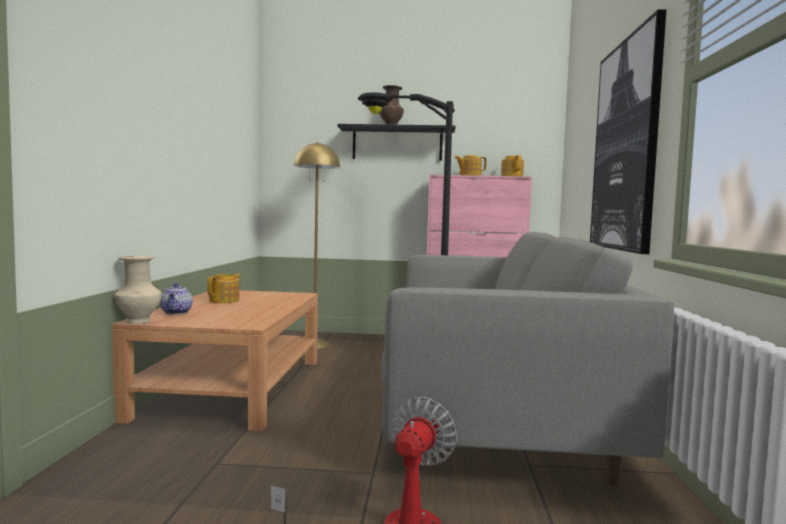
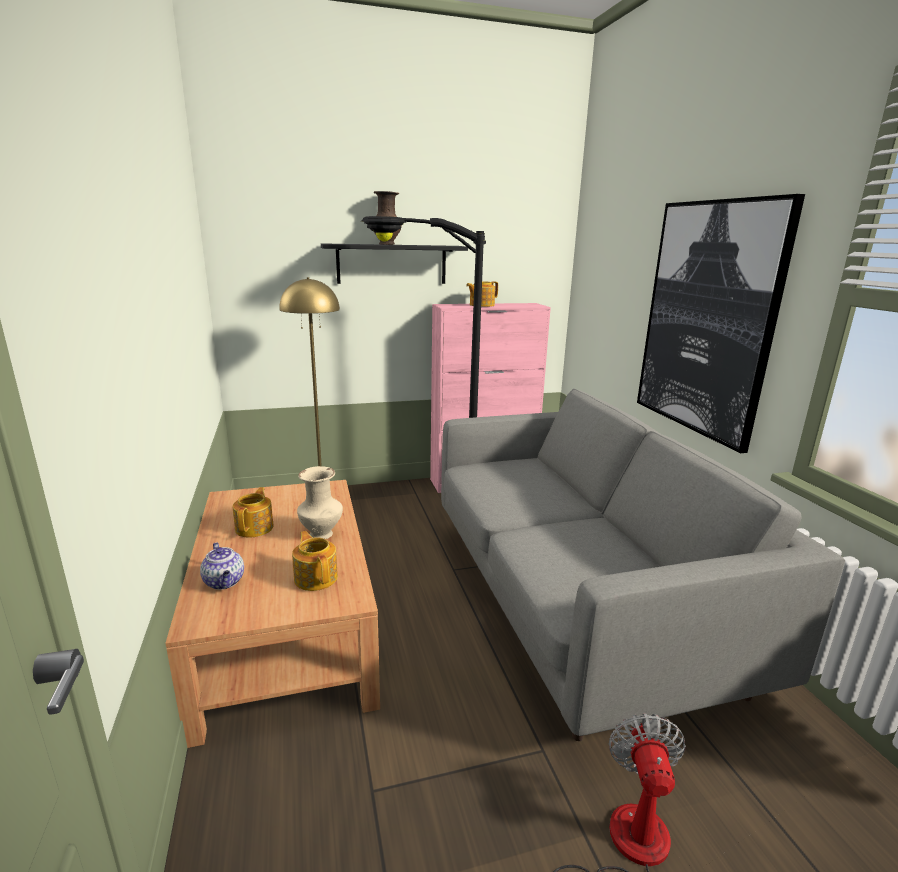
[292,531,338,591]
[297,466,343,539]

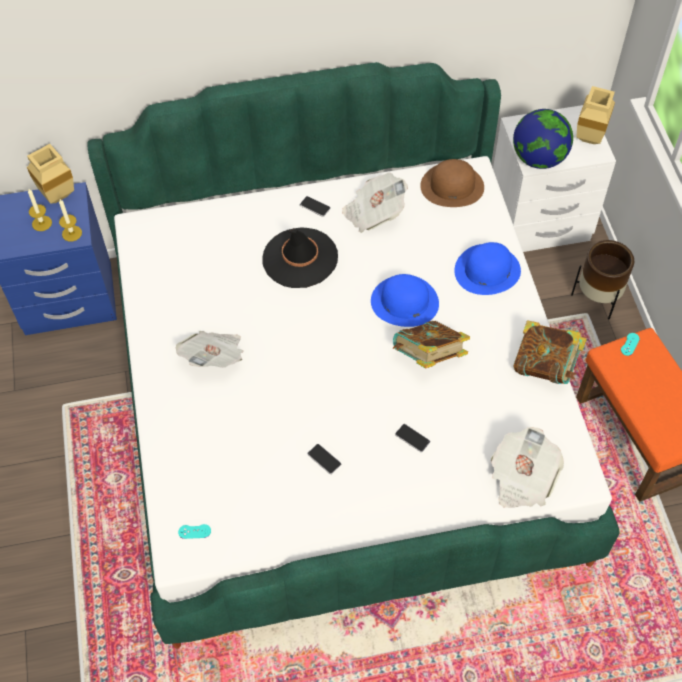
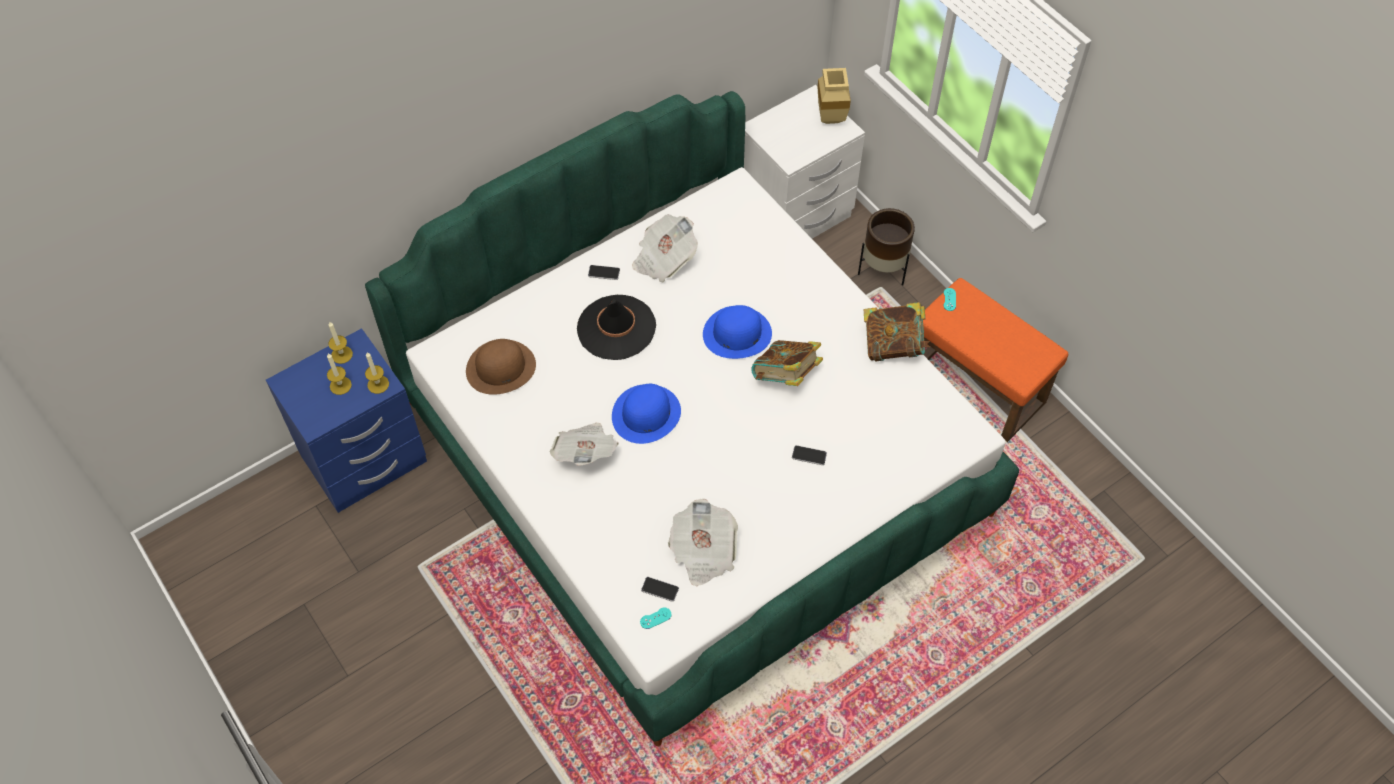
[513,109,573,169] (first image)
[328,321,353,364]
[466,339,536,395]
[612,384,681,444]
[668,499,738,586]
[641,577,679,602]

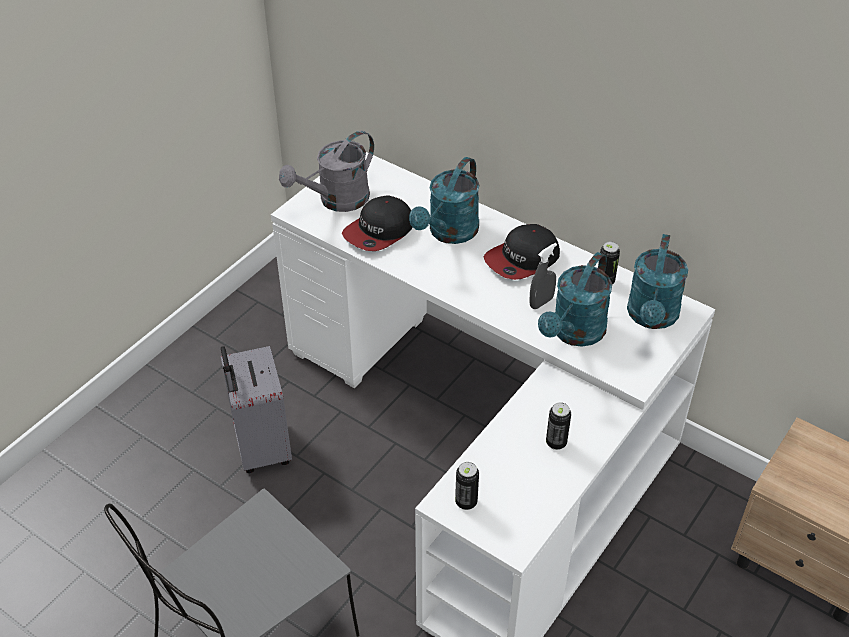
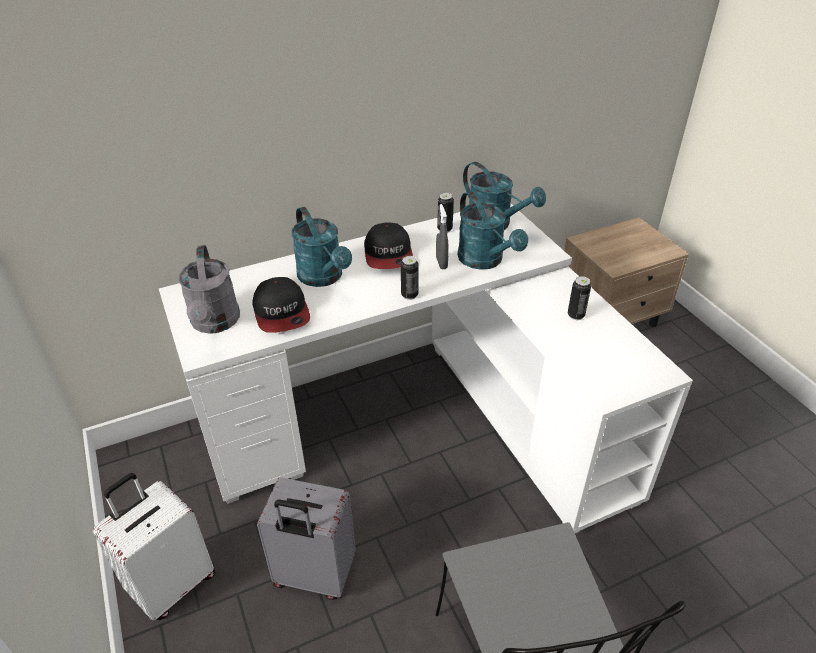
[401,256,419,300]
[93,473,215,620]

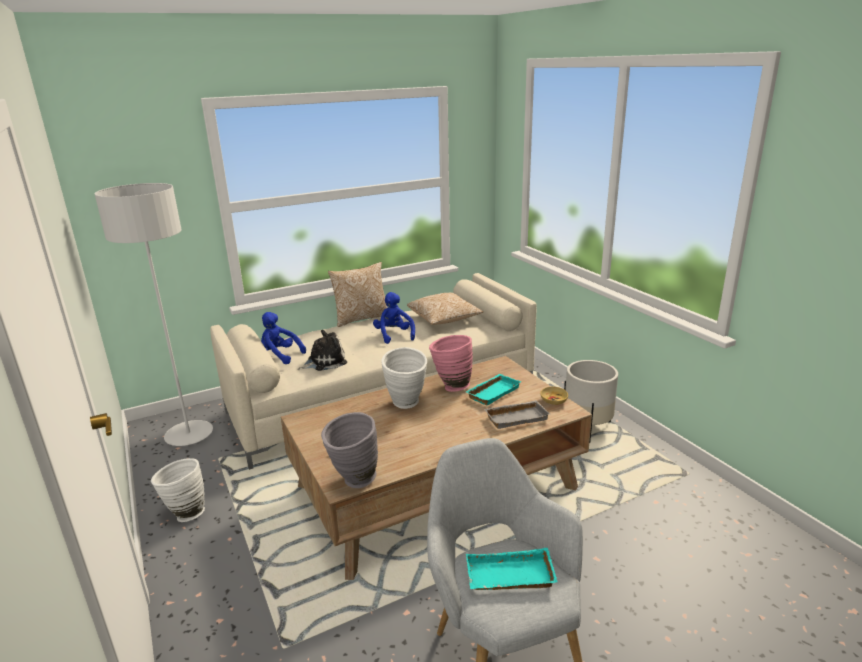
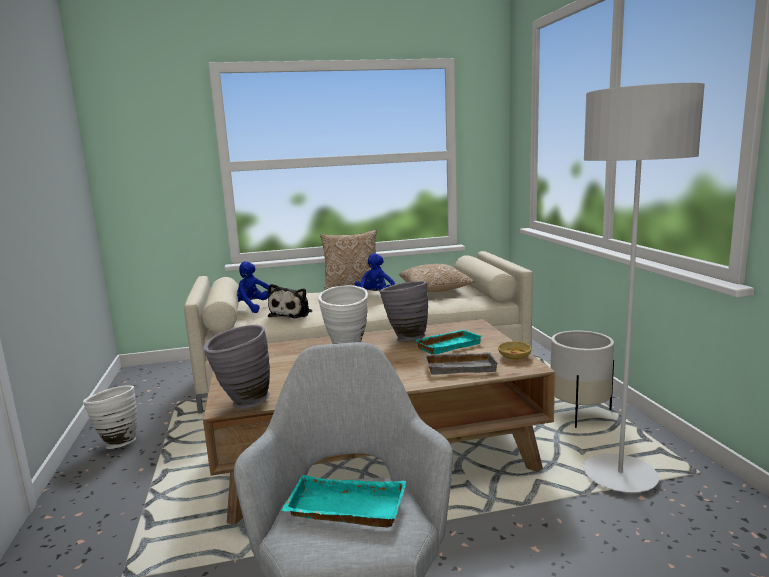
[583,83,705,492]
[268,284,312,318]
[379,281,428,341]

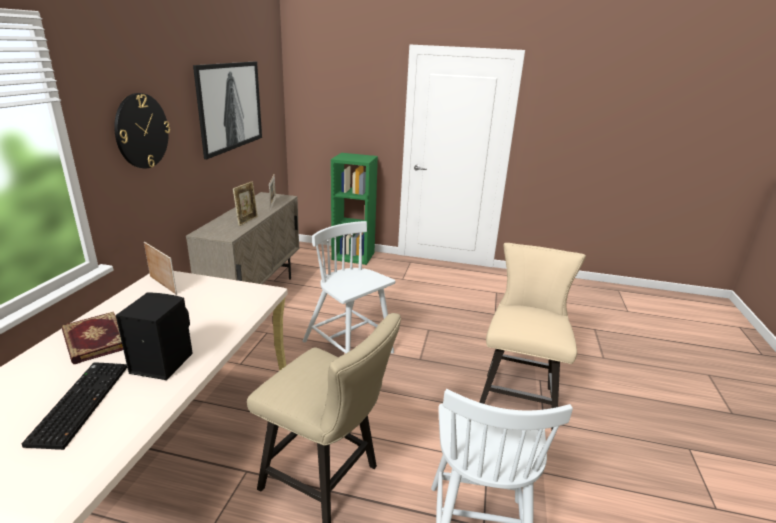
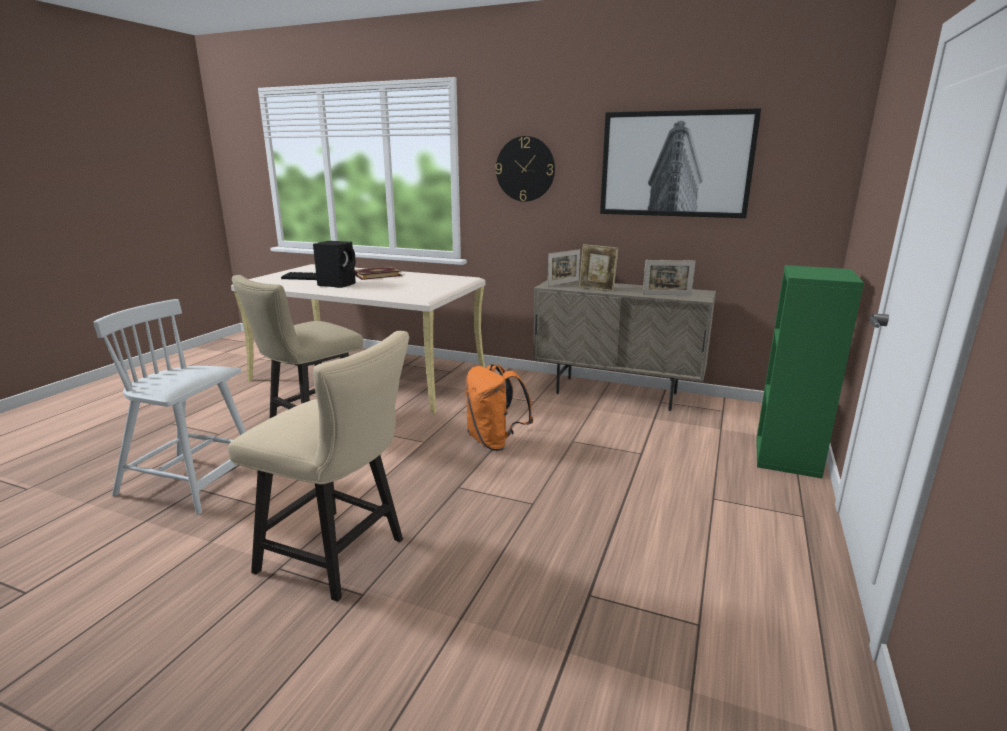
[465,364,533,451]
[548,249,580,286]

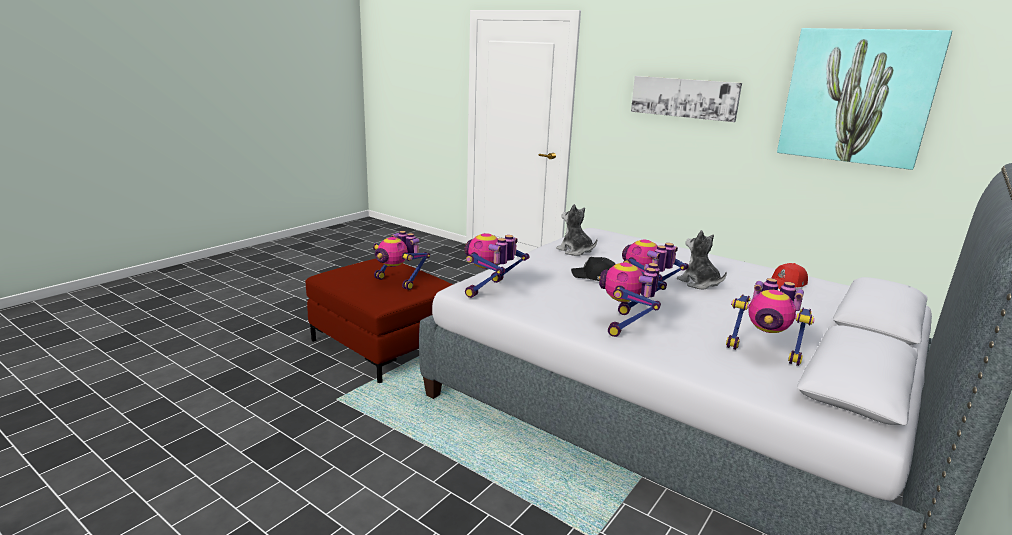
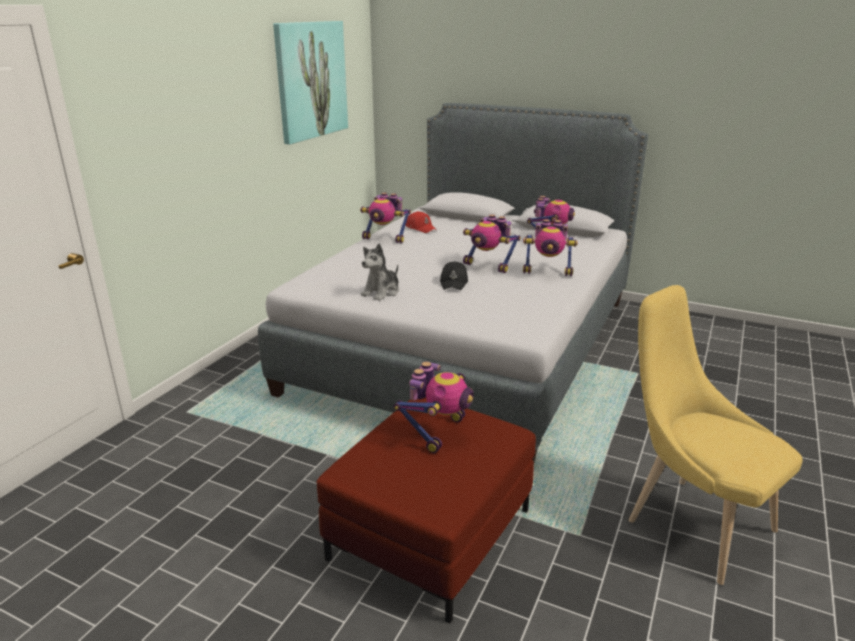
[631,76,742,122] (first image)
[677,230,727,290] (first image)
[360,193,411,243]
[629,285,803,585]

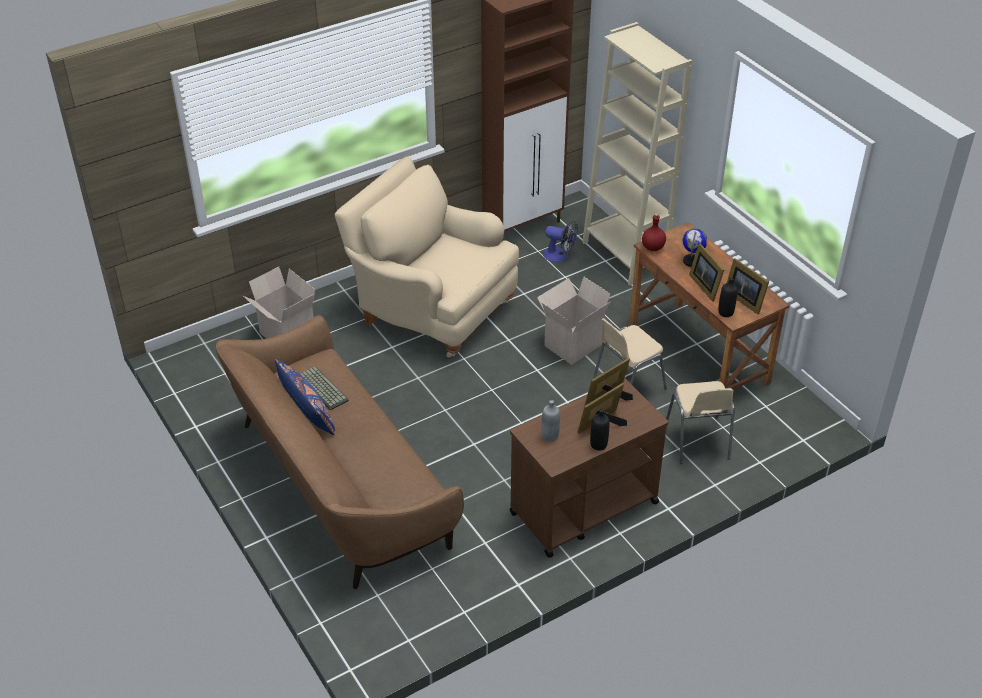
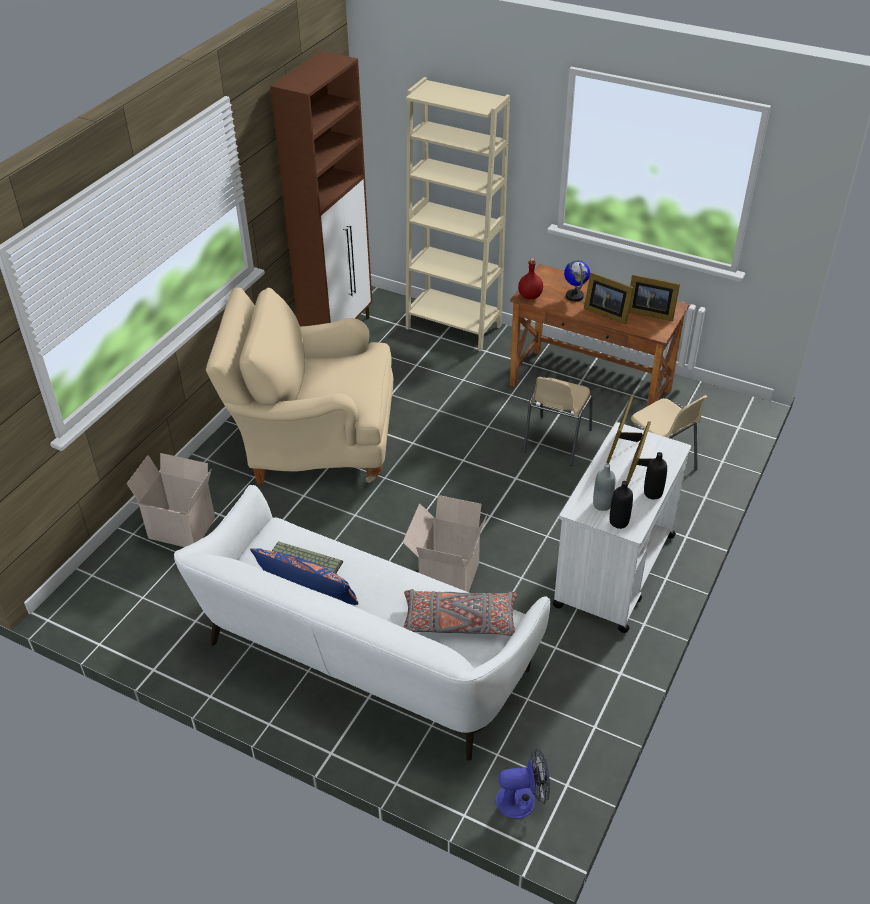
[496,749,550,819]
[403,495,488,592]
[610,481,633,529]
[174,485,550,761]
[553,422,691,633]
[403,589,517,636]

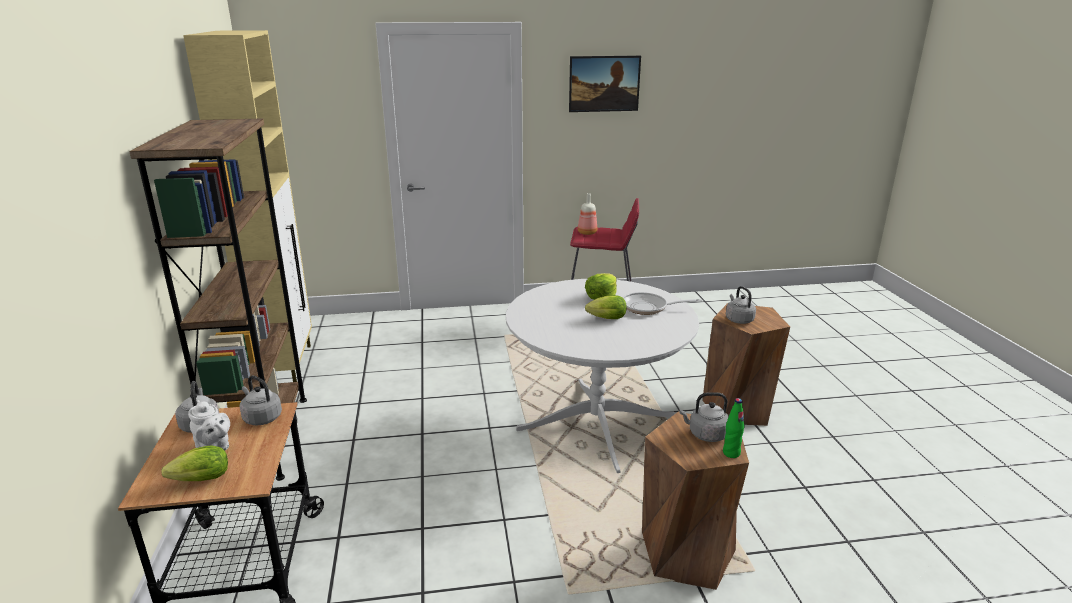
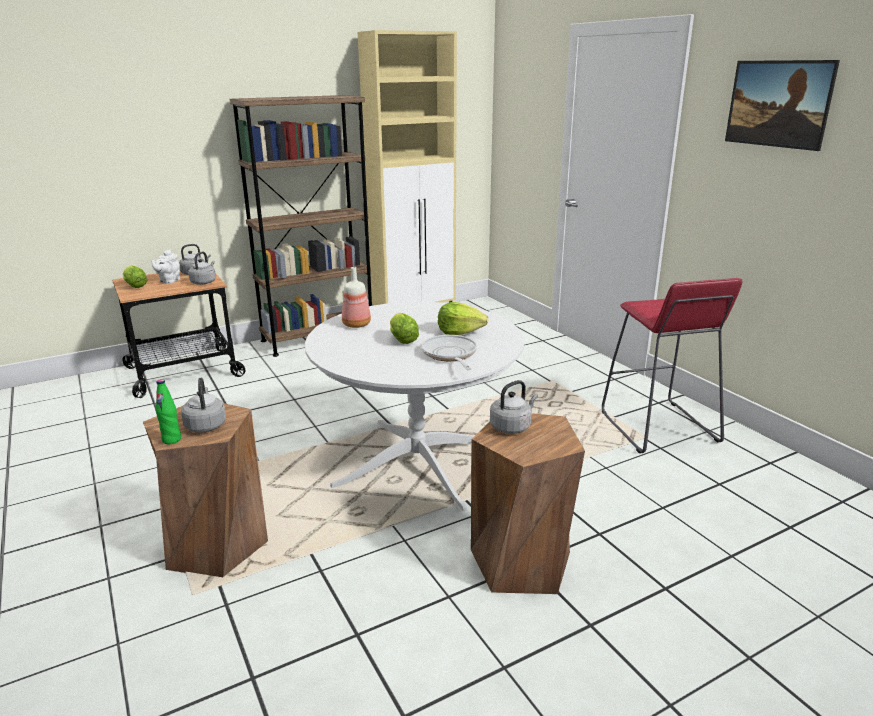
[342,267,371,328]

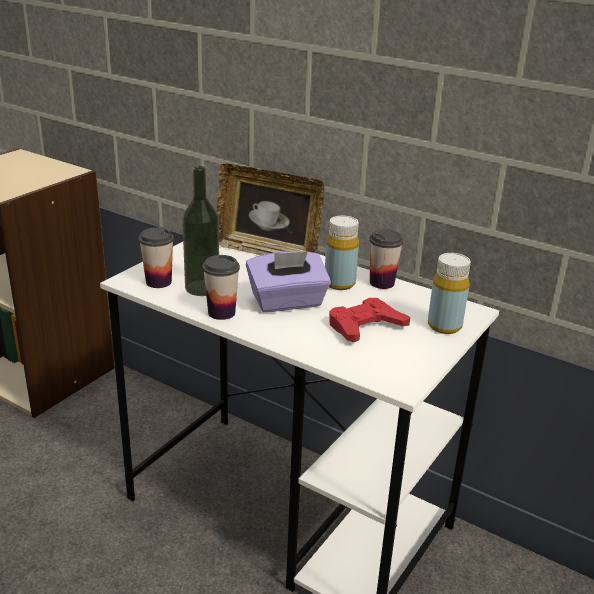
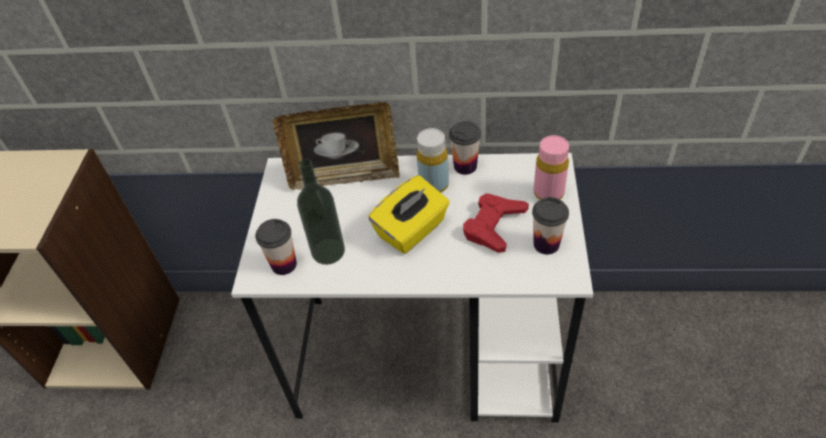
[368,175,450,254]
[534,135,569,200]
[532,197,569,255]

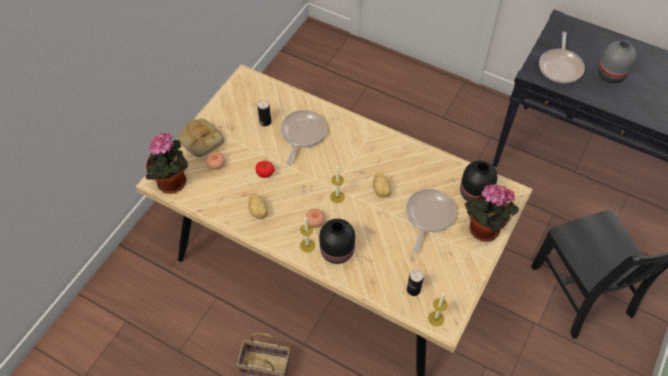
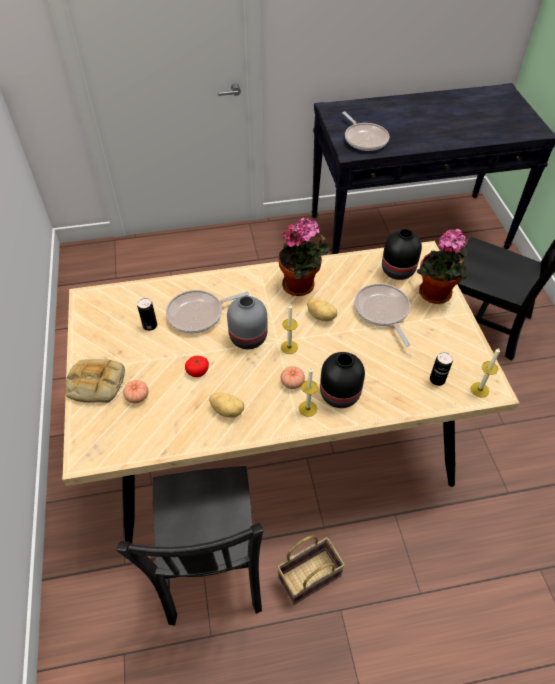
[227,296,268,349]
[166,290,249,333]
[278,218,330,296]
[116,466,263,625]

